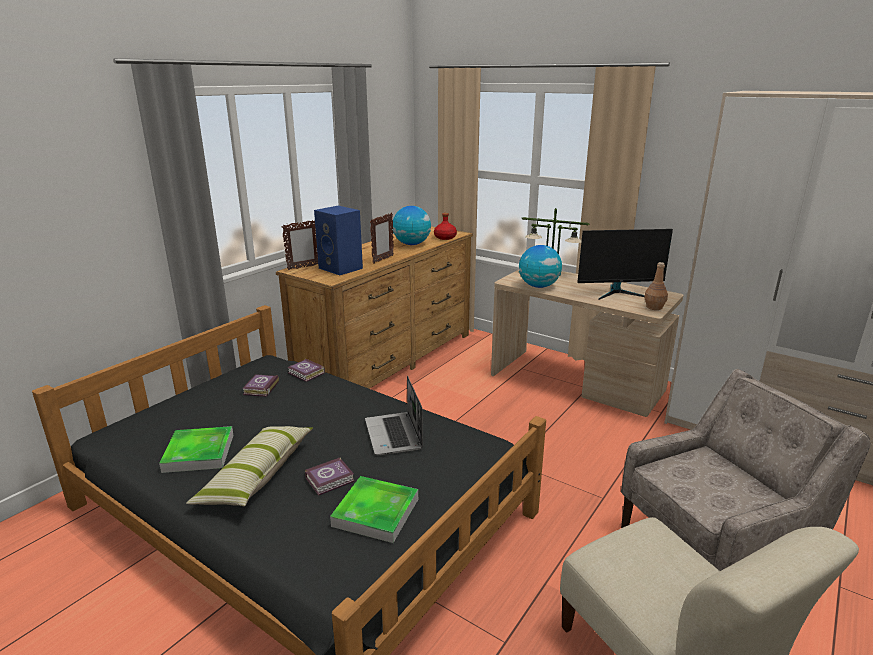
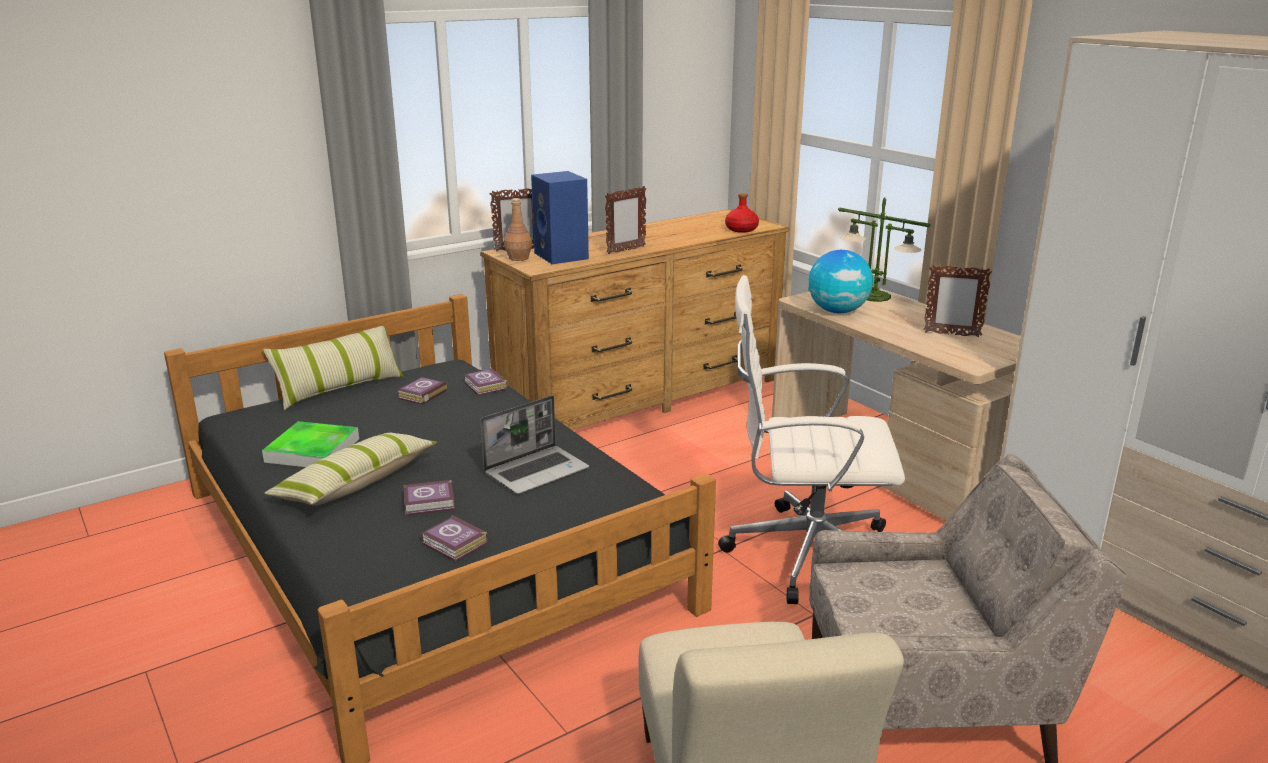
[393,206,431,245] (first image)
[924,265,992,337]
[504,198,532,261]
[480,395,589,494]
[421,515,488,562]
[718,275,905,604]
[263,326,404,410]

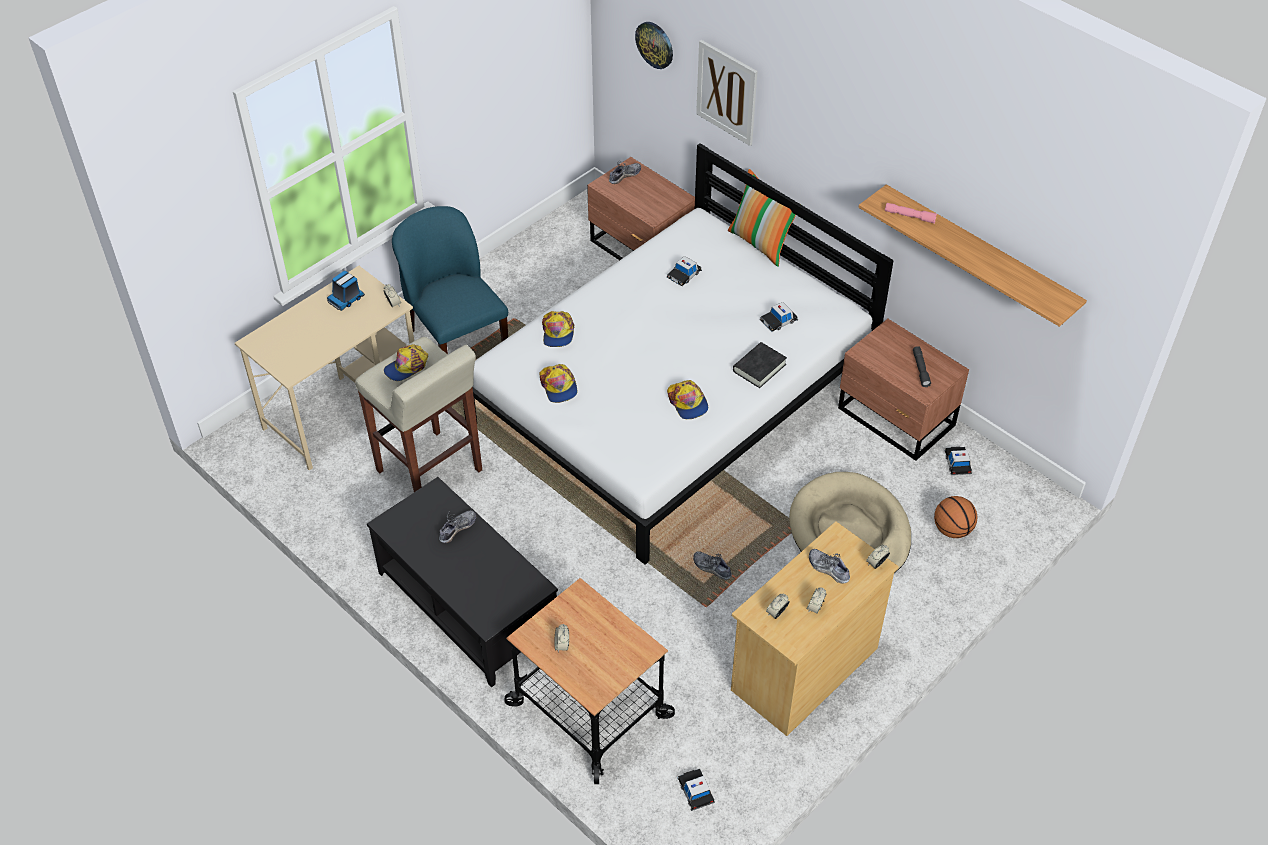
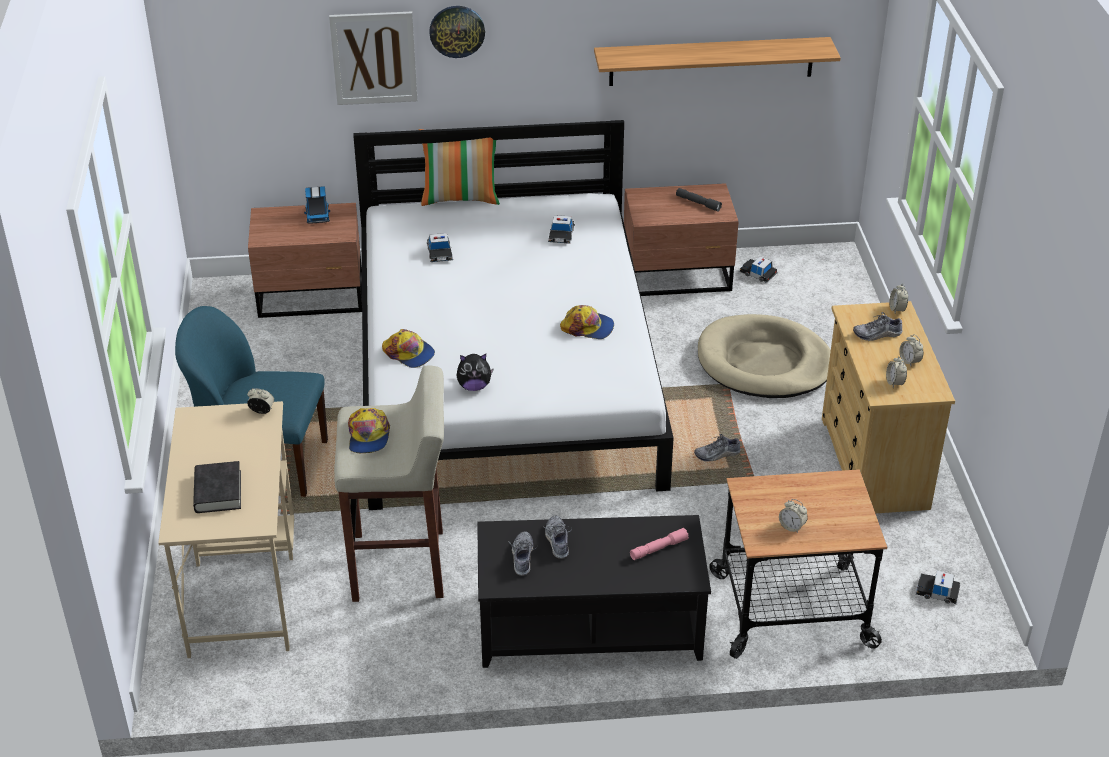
[429,6,485,58]
[508,531,537,576]
[630,528,689,560]
[304,186,330,224]
[193,461,241,513]
[456,354,494,391]
[934,496,977,538] (first image)

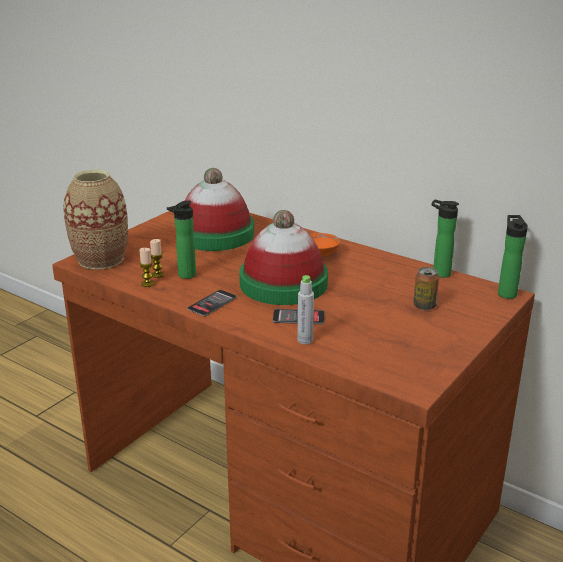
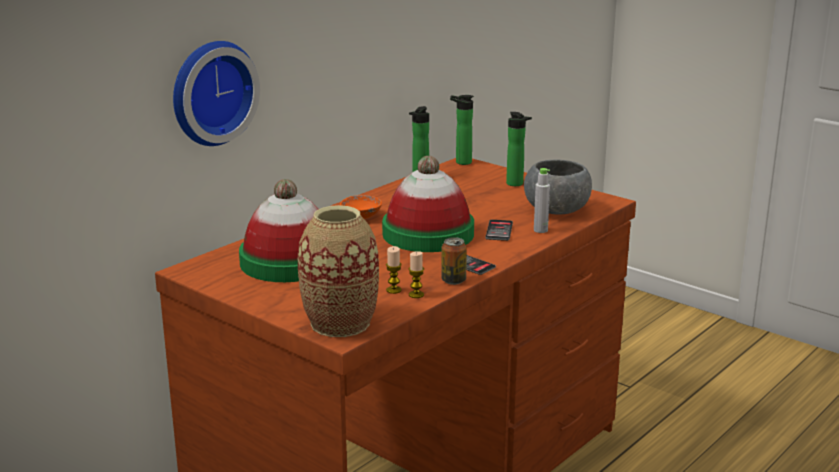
[506,112,532,186]
[442,237,467,285]
[173,41,260,146]
[524,160,592,214]

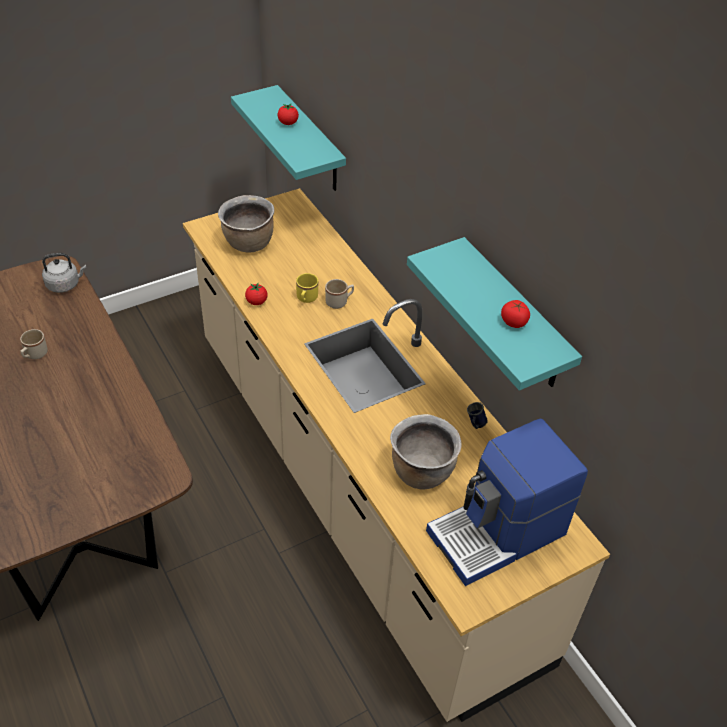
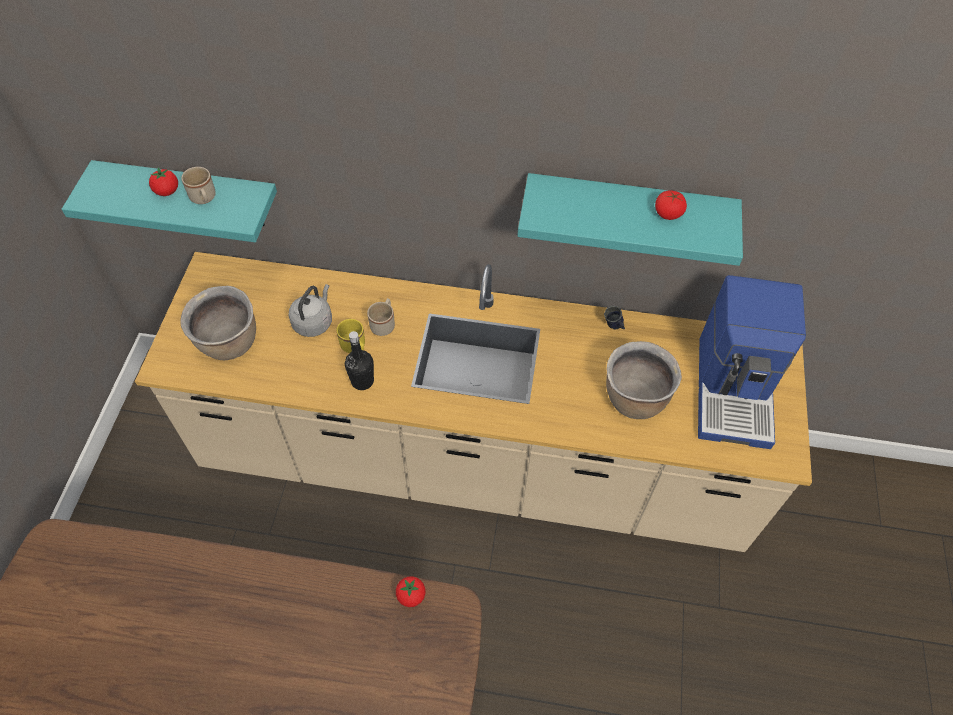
[289,284,332,337]
[396,576,426,607]
[181,167,216,204]
[345,331,374,390]

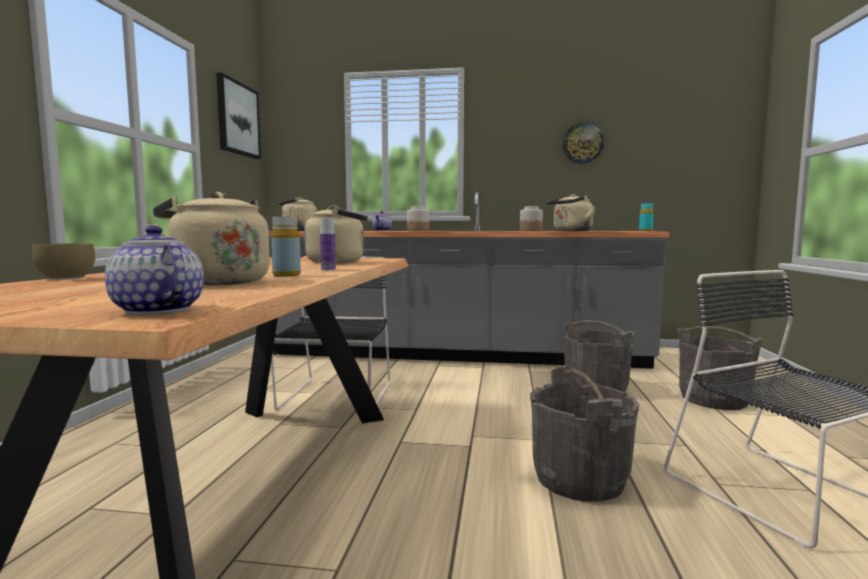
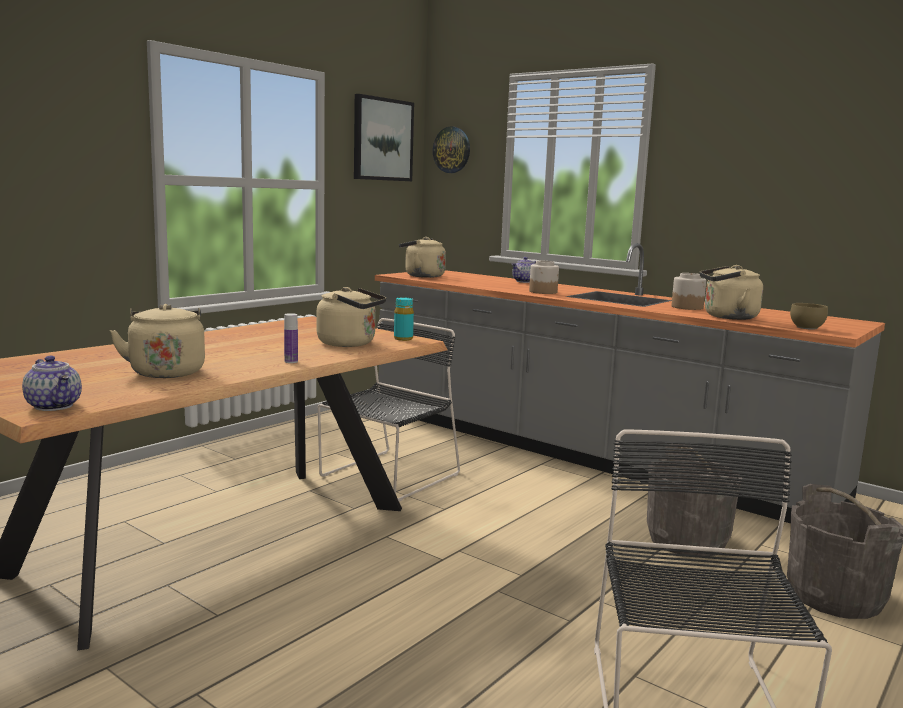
[433,127,470,173]
[394,297,414,341]
[271,217,301,277] (first image)
[22,356,82,411]
[790,303,828,330]
[530,367,639,502] (first image)

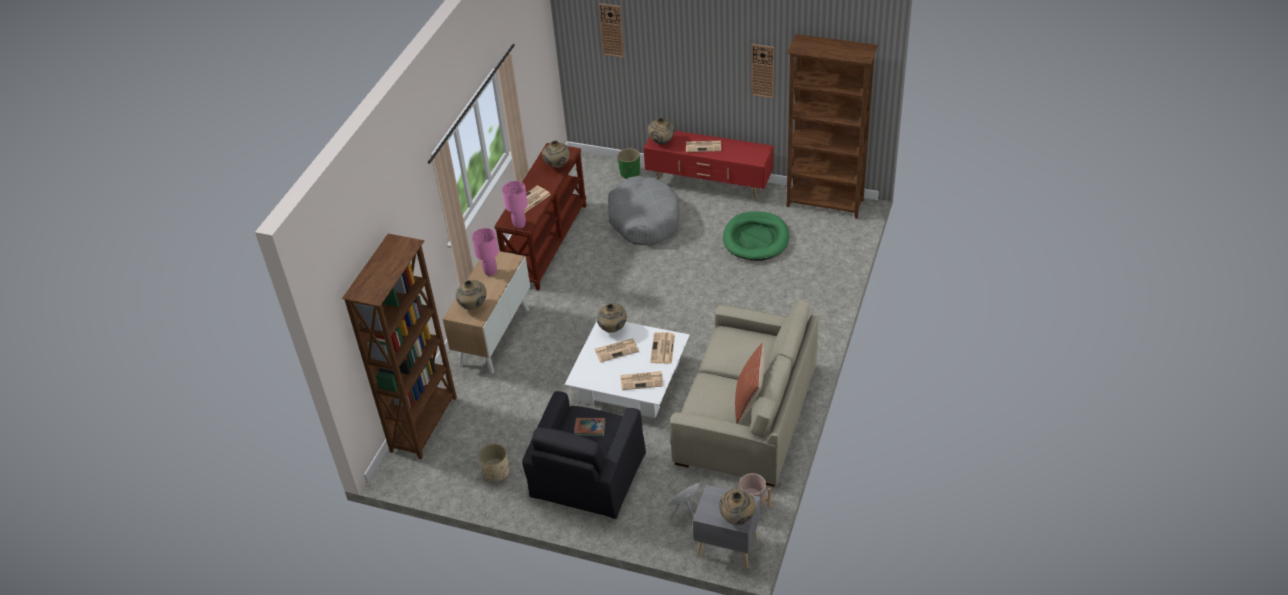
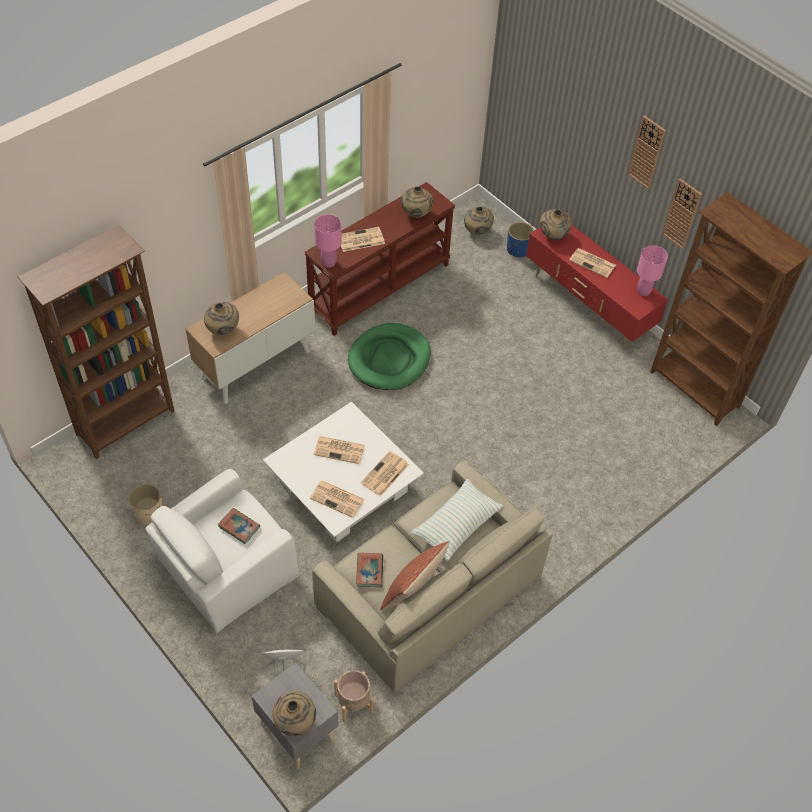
[628,115,666,189]
[507,222,534,257]
[608,176,680,245] (first image)
[348,323,431,390]
[637,245,668,296]
[464,206,494,235]
[146,469,299,633]
[411,479,503,561]
[356,553,383,587]

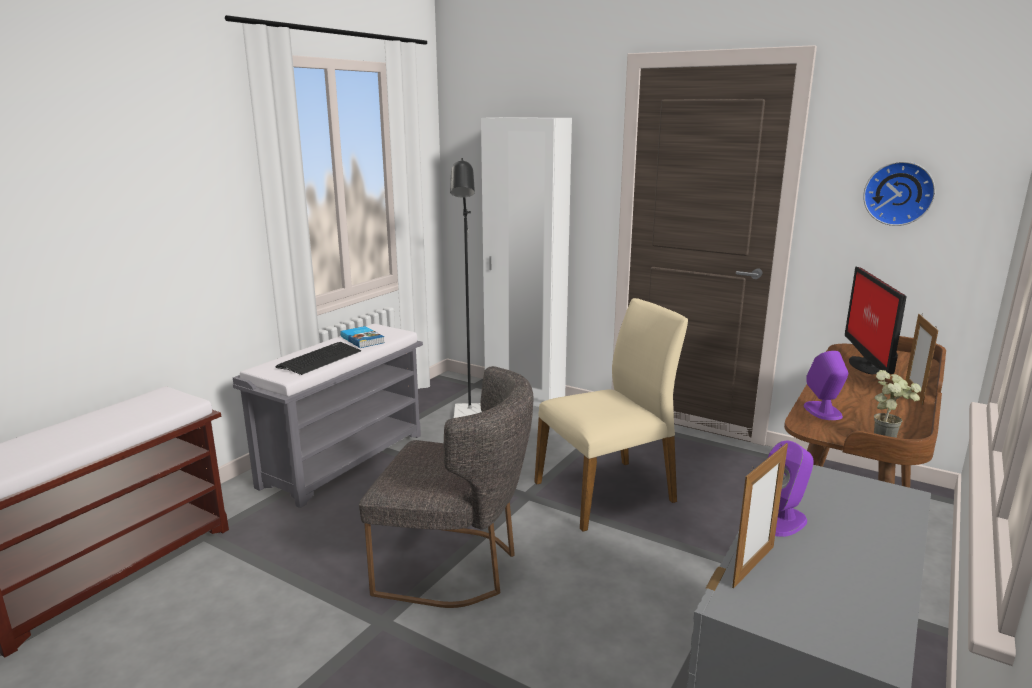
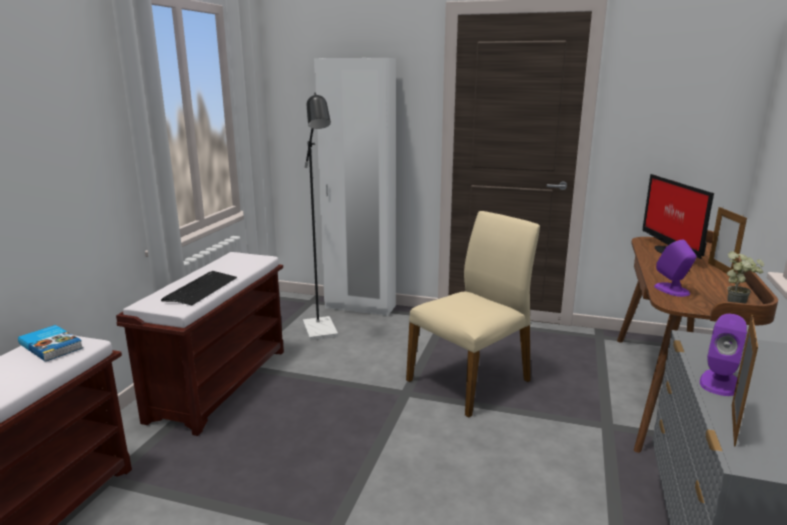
[863,161,936,226] (first image)
[116,252,284,436]
[18,325,83,362]
[359,366,533,608] (first image)

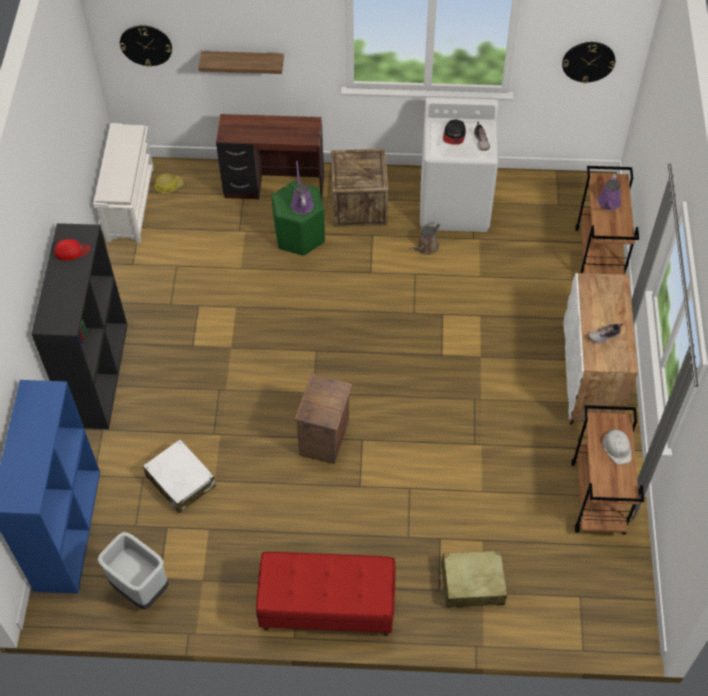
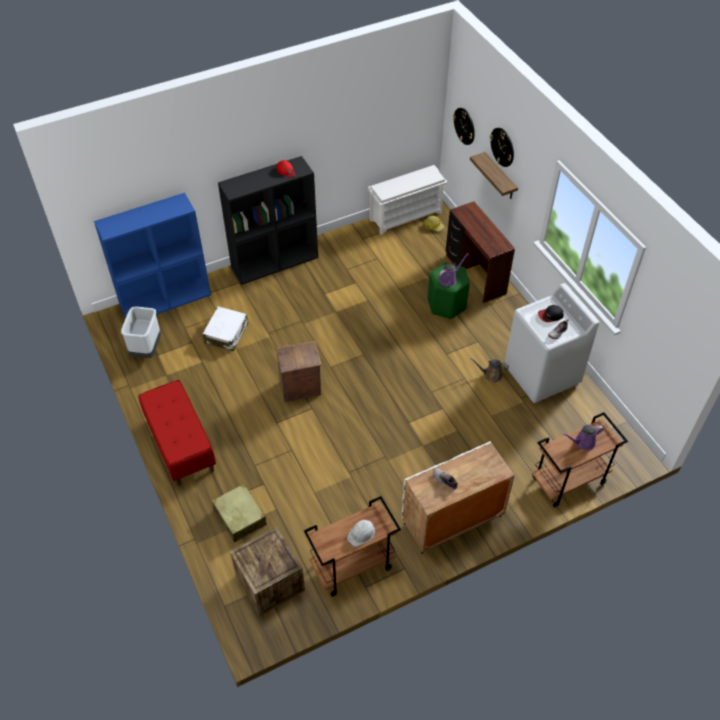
[489,128,514,167]
[230,527,305,617]

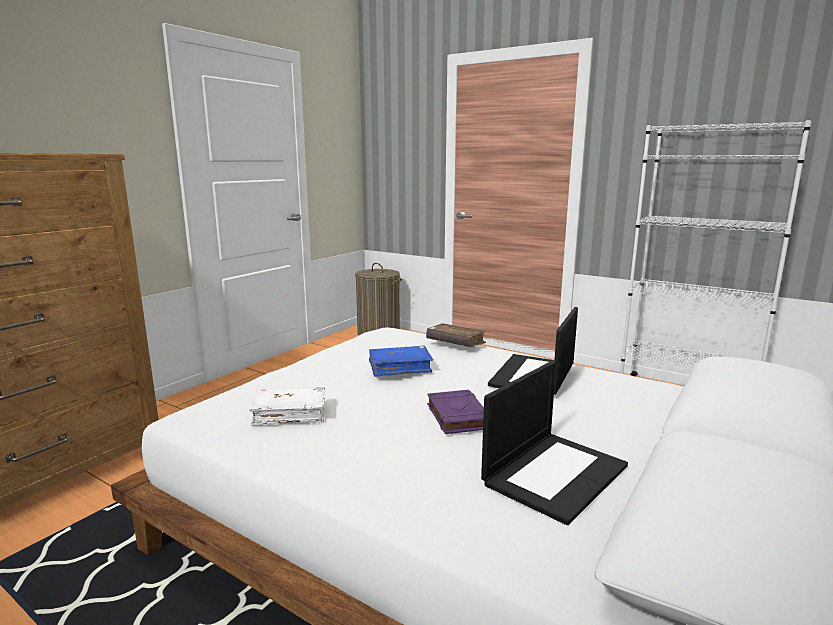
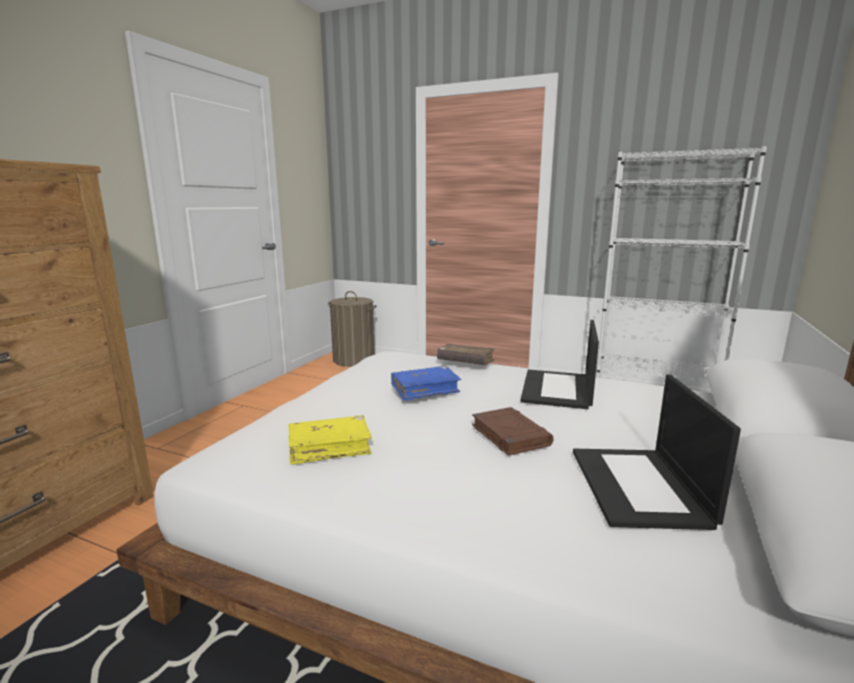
[573,375,741,530]
[288,415,372,465]
[472,407,554,456]

